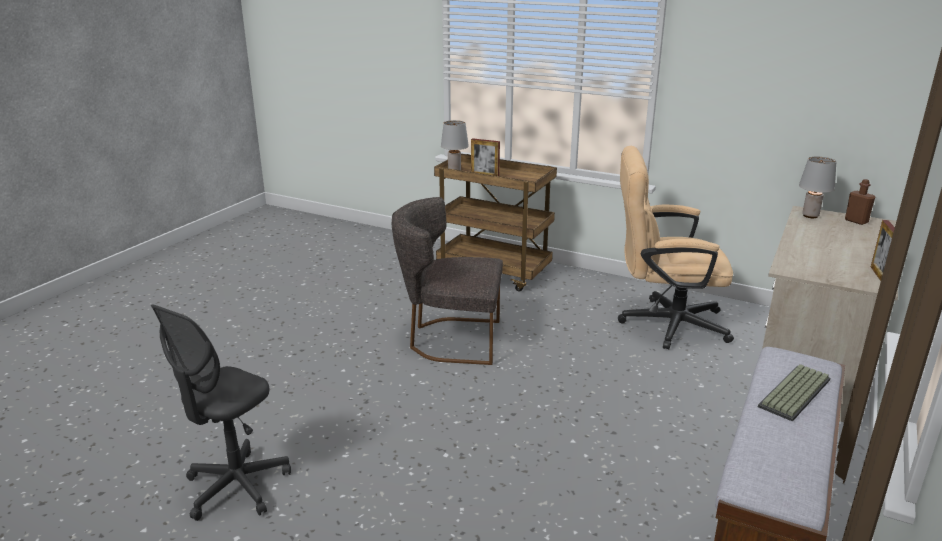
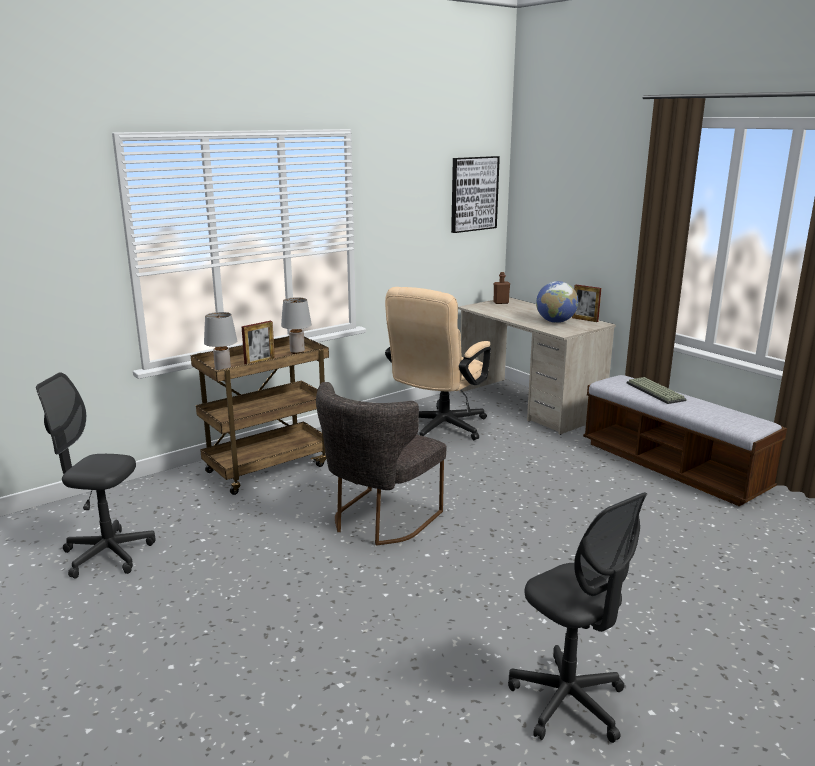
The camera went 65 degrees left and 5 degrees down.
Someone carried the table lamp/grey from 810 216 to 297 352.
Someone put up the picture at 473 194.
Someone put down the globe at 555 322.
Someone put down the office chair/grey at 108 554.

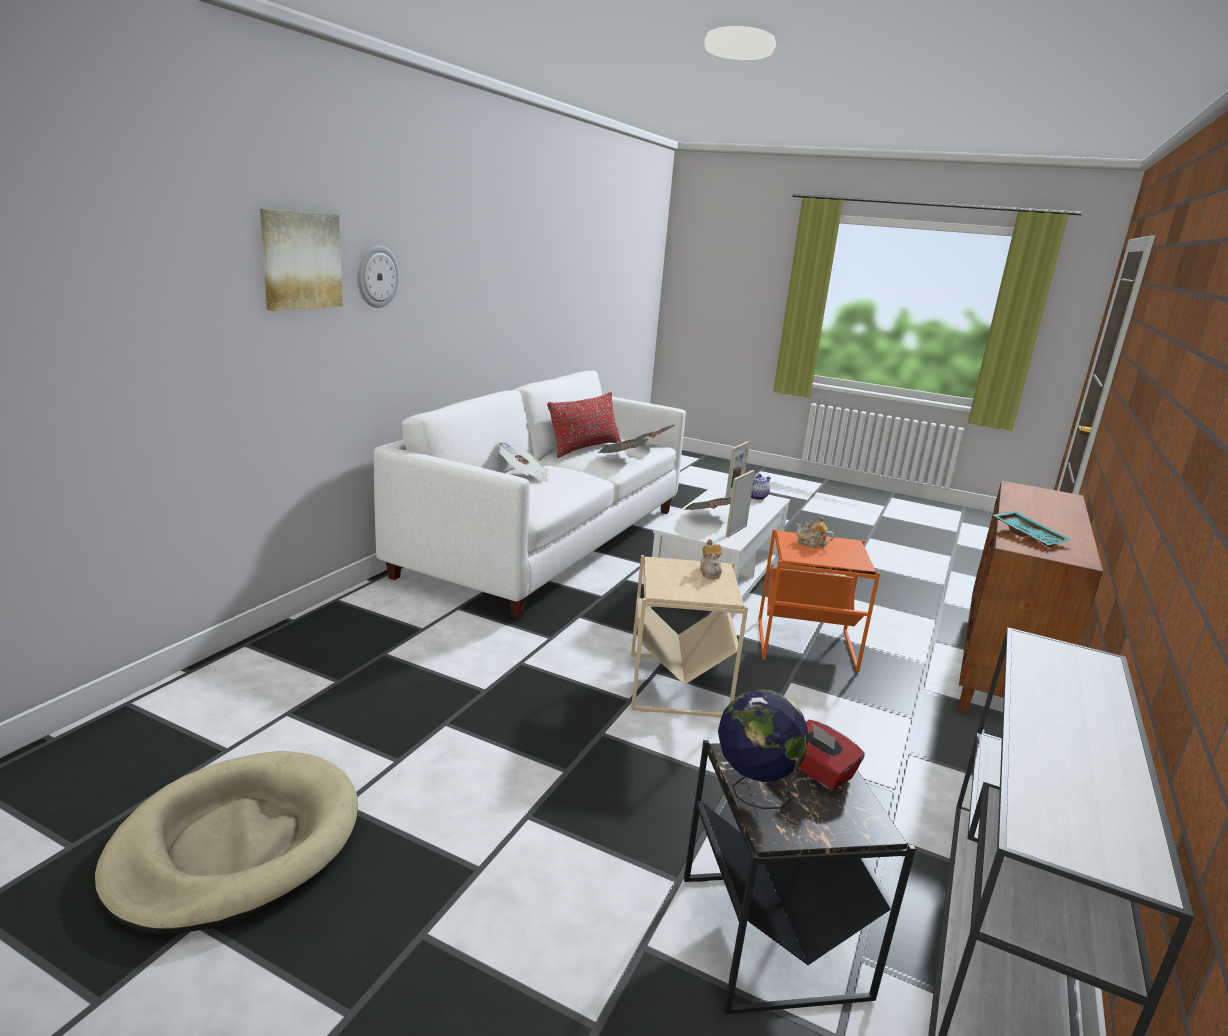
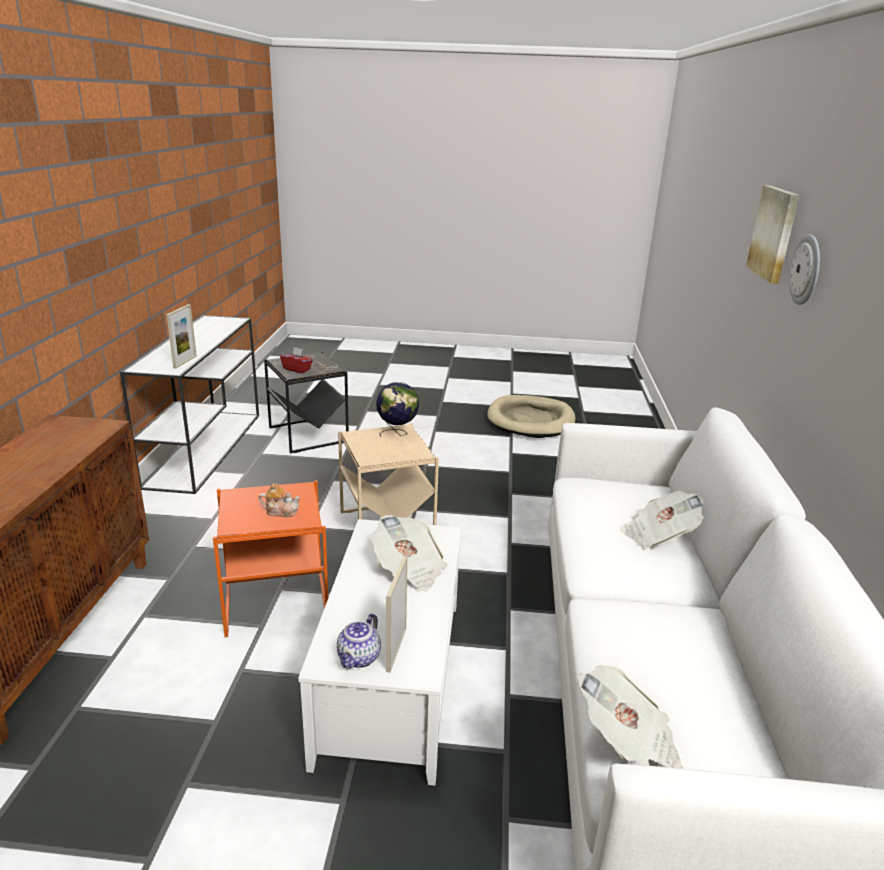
The camera went 160 degrees right and 5 degrees up.
Someone took away the pillow/red at 585 448.
Someone took away the newspaper at 621 459.
Someone carried the picture frame from 736 531 to 185 362.
Someone took away the tray/turquoise at 1029 536.
Someone took away the teapot at 710 572.
Someone carried the globe from 753 791 to 397 434.

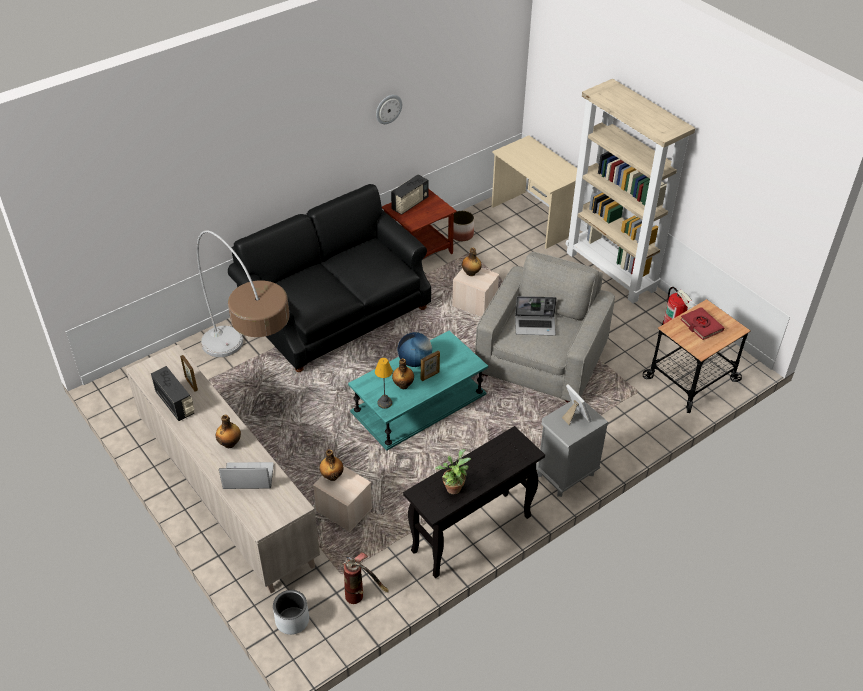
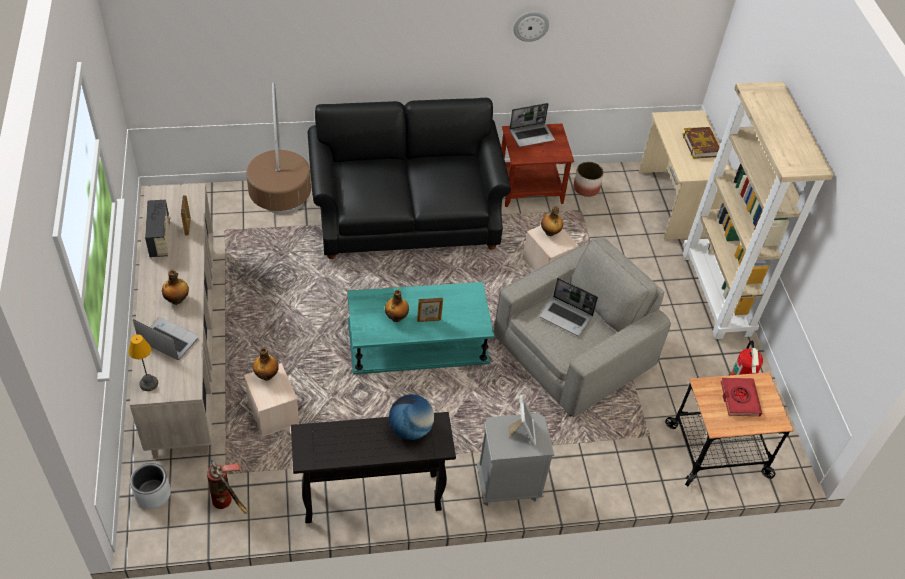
The camera went 25 degrees right and 5 degrees up.
Someone swapped the radio at 410 204 for the laptop at 532 135.
Someone carried the globe from 414 361 to 410 429.
Someone carried the table lamp from 385 402 to 149 383.
Someone took away the potted plant at 453 487.
Someone put down the book at 701 145.

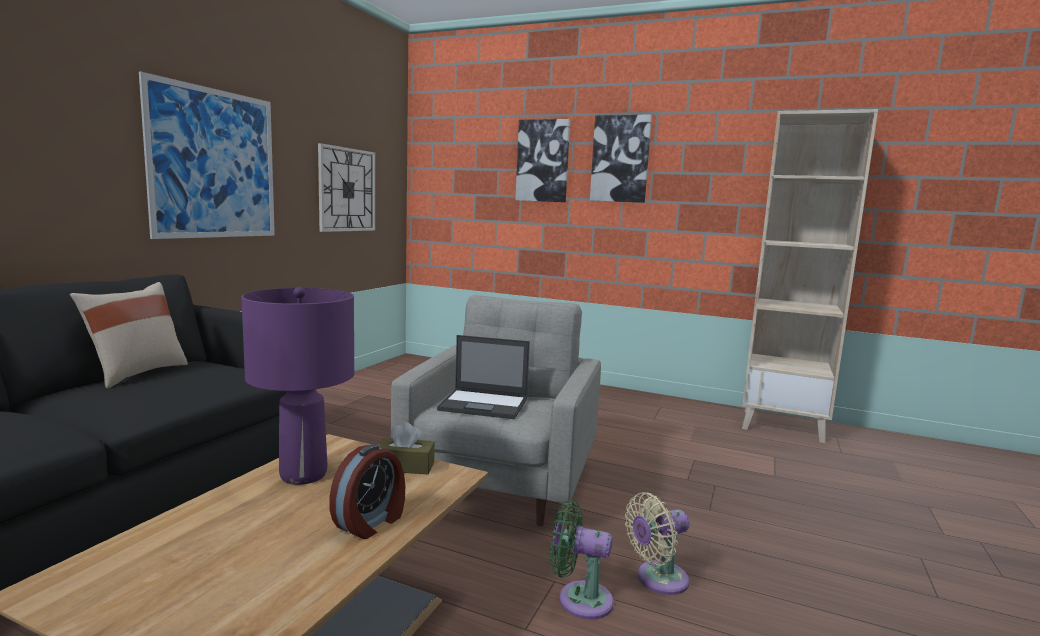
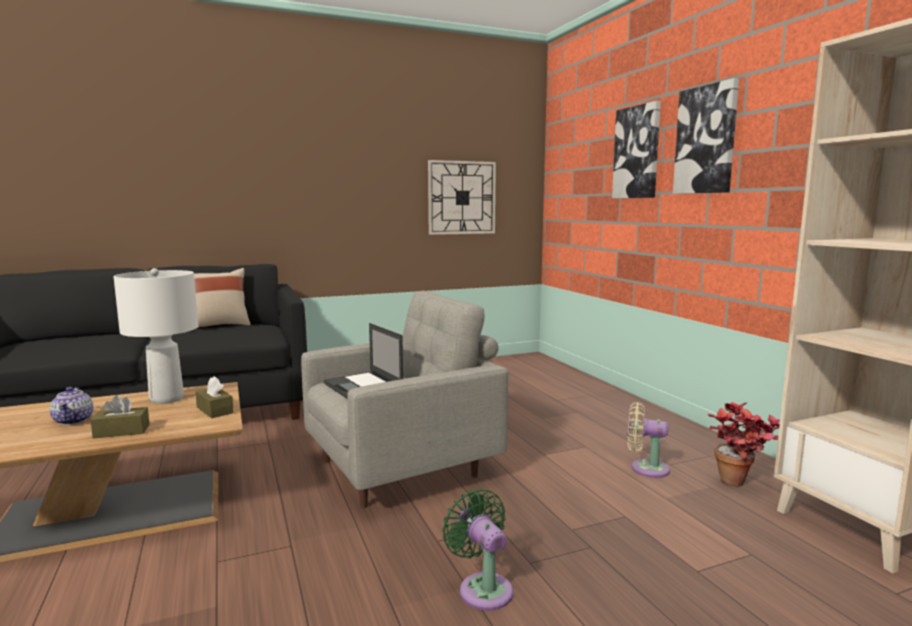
The camera went 45 degrees right and 0 degrees up.
Someone took away the picture at 214 164.
Someone repainted the table lamp/purple at 303 474, which became the table lamp/white at 167 399.
Someone swapped the alarm clock at 371 522 for the tissue box/brown at 121 431.
Someone carried the fan/beige from 657 580 to 645 468.
Someone carried the fan/green from 579 599 to 483 588.
Someone put down the teapot at 74 420.
Someone put down the potted plant at 740 485.

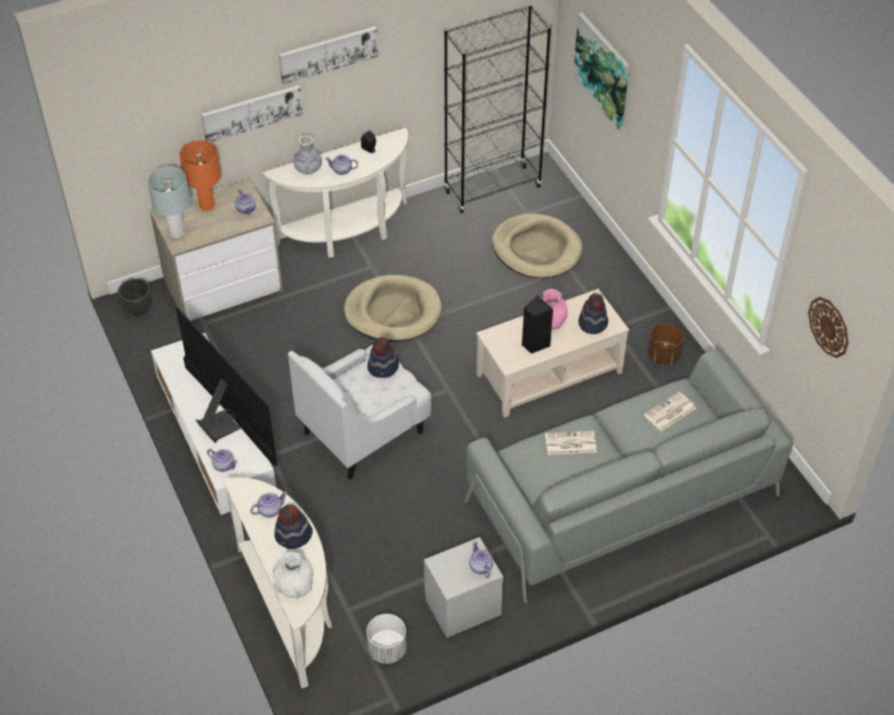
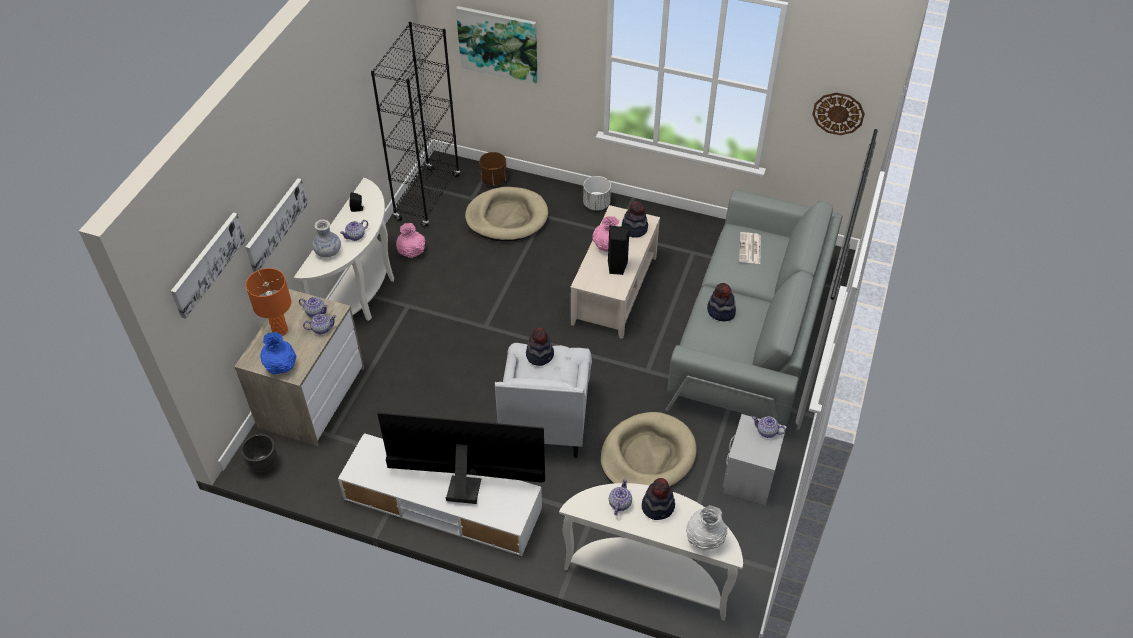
The camera went 45 degrees left and 0 degrees up.
Someone carried the picture from 328 54 to 207 263.
Someone swapped the table lamp/grey at 177 232 for the vase/blue at 281 366.
Someone carried the dog bed/beige from 393 312 to 647 456.
Someone carried the planter/brown from 663 356 to 493 180.
Someone swapped the newspaper at 570 443 for the hat at 720 311.
Someone carried the teapot from 223 465 to 321 329.
Someone carried the planter/white from 387 649 to 596 204.
Someone put down the vase/pink at 412 252.

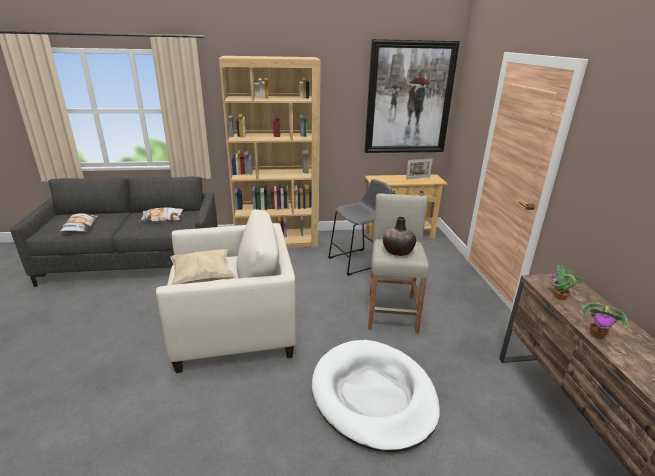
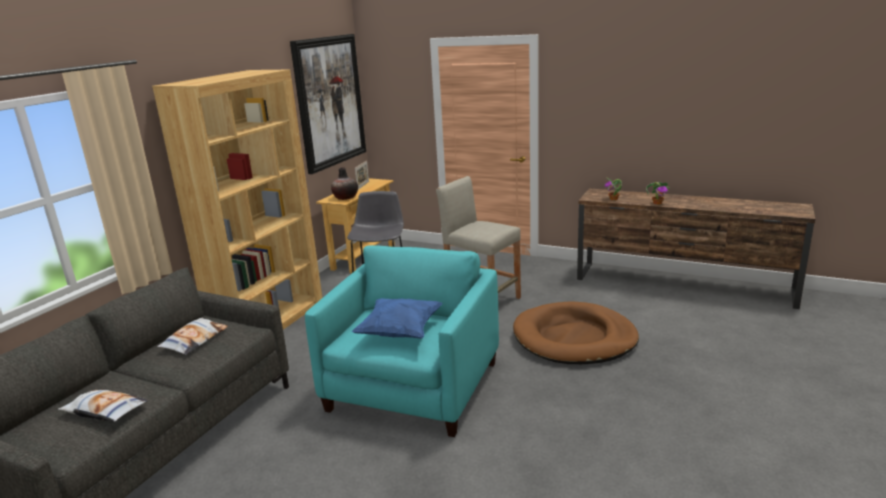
The camera went 55 degrees left and 5 degrees down.
Someone repainted the armchair/beige at 233 327, which became the armchair/turquoise at 413 386.
Someone carried the vase from 398 251 to 345 197.
Someone repainted the pillow/beige at 203 278, which became the pillow/blue at 400 332.
Someone repainted the dog bed/white at 373 396, which became the dog bed/brown at 574 338.

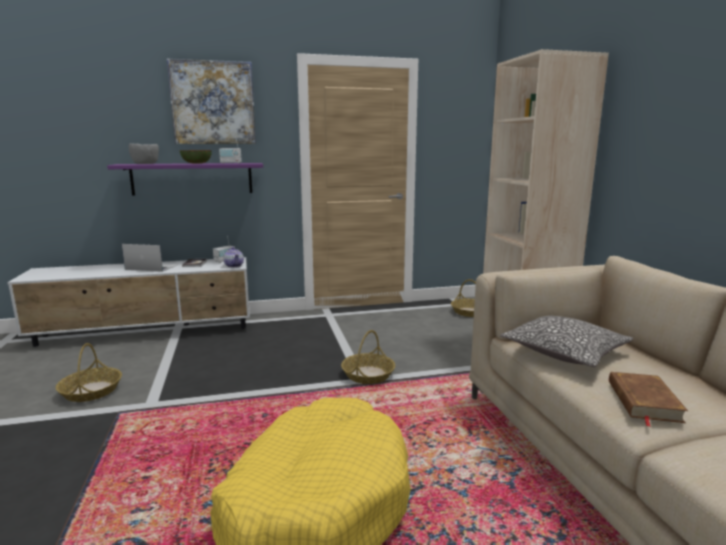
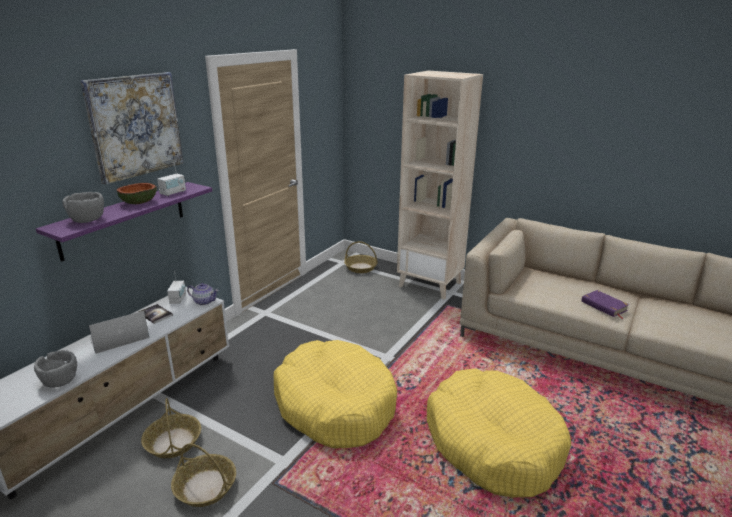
The camera went 45 degrees left and 10 degrees up.
Someone took away the pillow at 564 352.
Someone carried the basket from 368 375 to 173 442.
Someone repainted the book/brown at 643 401, which became the book/purple at 604 306.
Someone put down the dog bed/yellow at 335 405.
Someone put down the bowl/grey at 60 381.

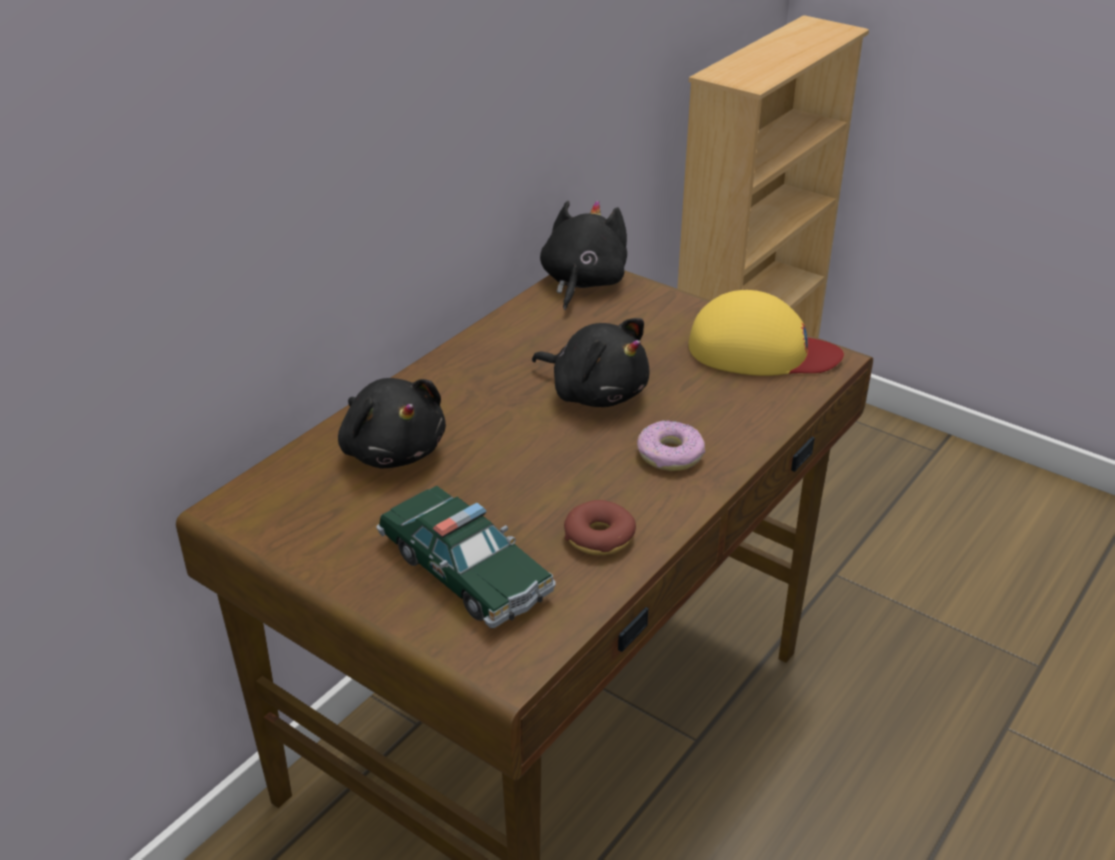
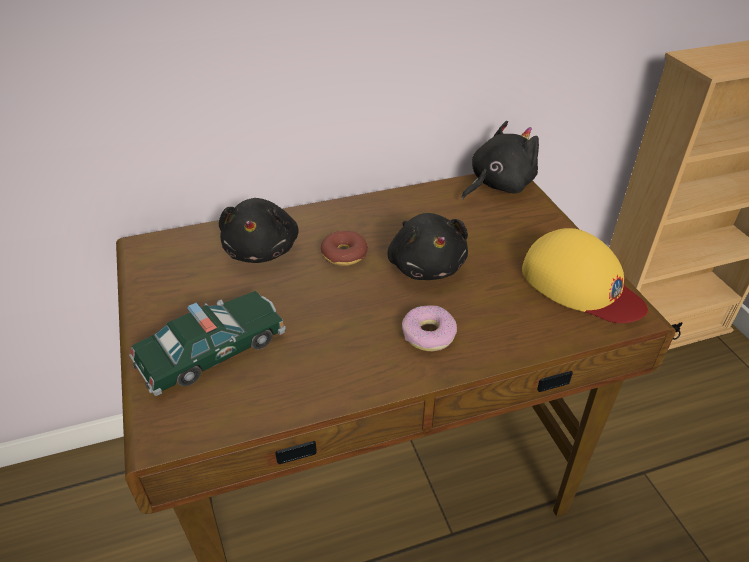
The camera went 35 degrees right and 5 degrees up.
Someone rotated the toy car at 465 571 by 120 degrees counterclockwise.
Someone carried the donut from 599 537 to 344 254.

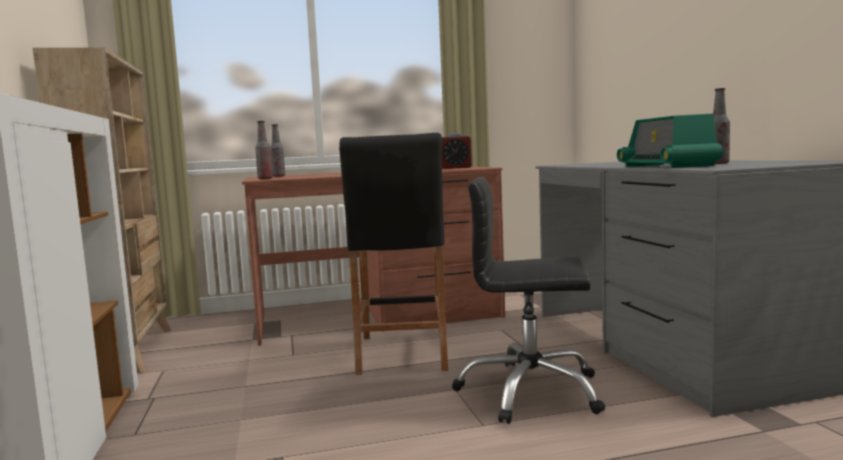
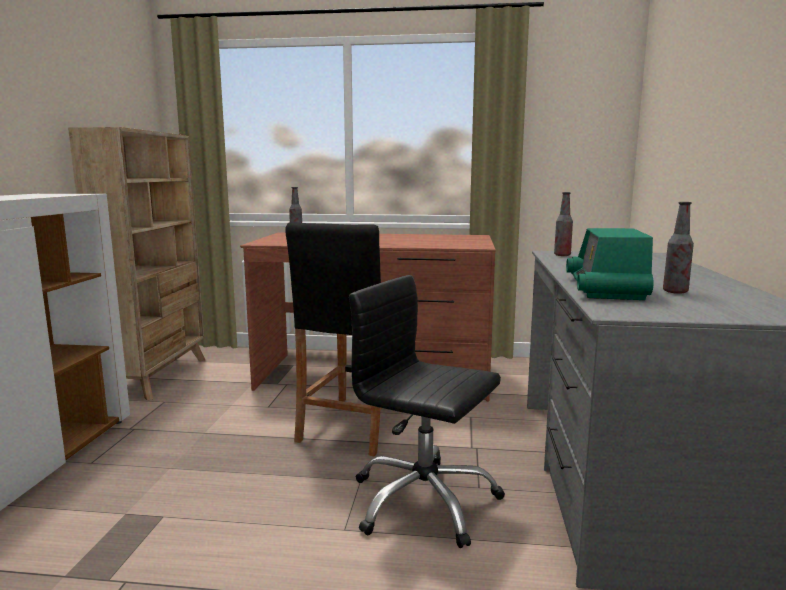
The camera went 20 degrees right and 5 degrees up.
Someone carried the bottle from 265 179 to 562 255.
Someone took away the alarm clock at 456 168.

